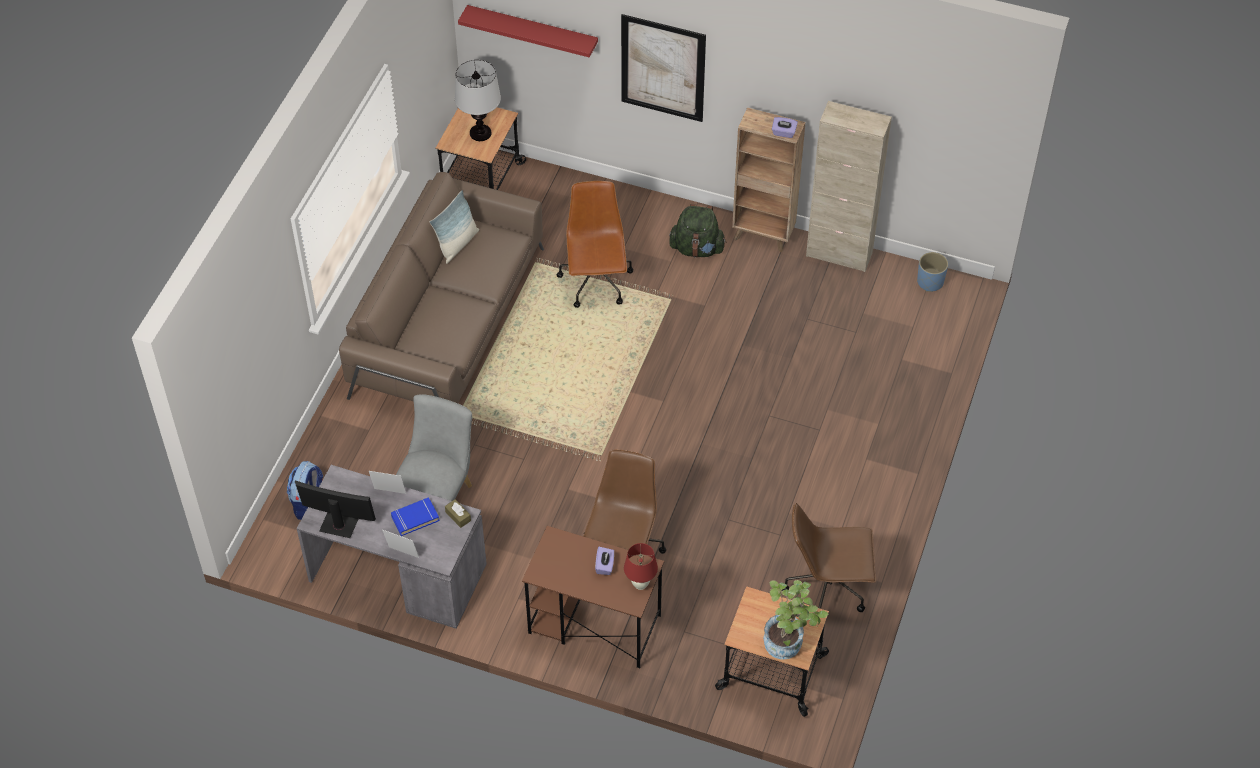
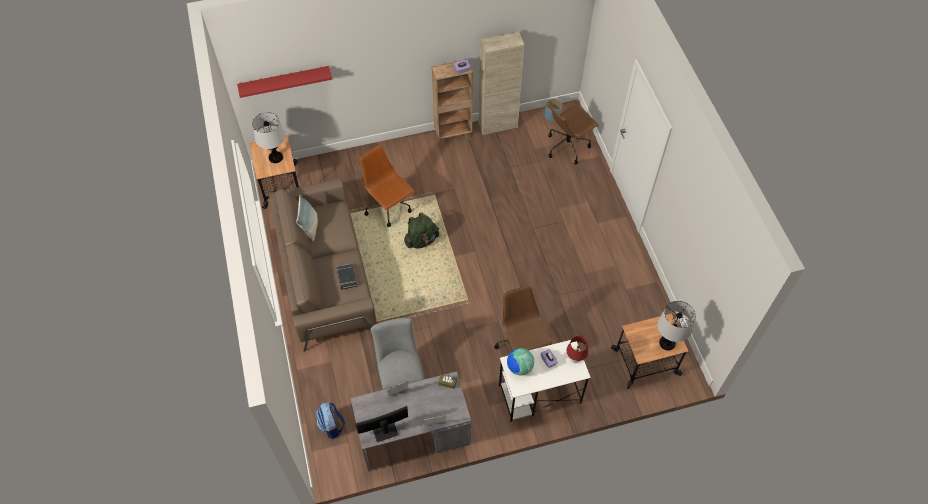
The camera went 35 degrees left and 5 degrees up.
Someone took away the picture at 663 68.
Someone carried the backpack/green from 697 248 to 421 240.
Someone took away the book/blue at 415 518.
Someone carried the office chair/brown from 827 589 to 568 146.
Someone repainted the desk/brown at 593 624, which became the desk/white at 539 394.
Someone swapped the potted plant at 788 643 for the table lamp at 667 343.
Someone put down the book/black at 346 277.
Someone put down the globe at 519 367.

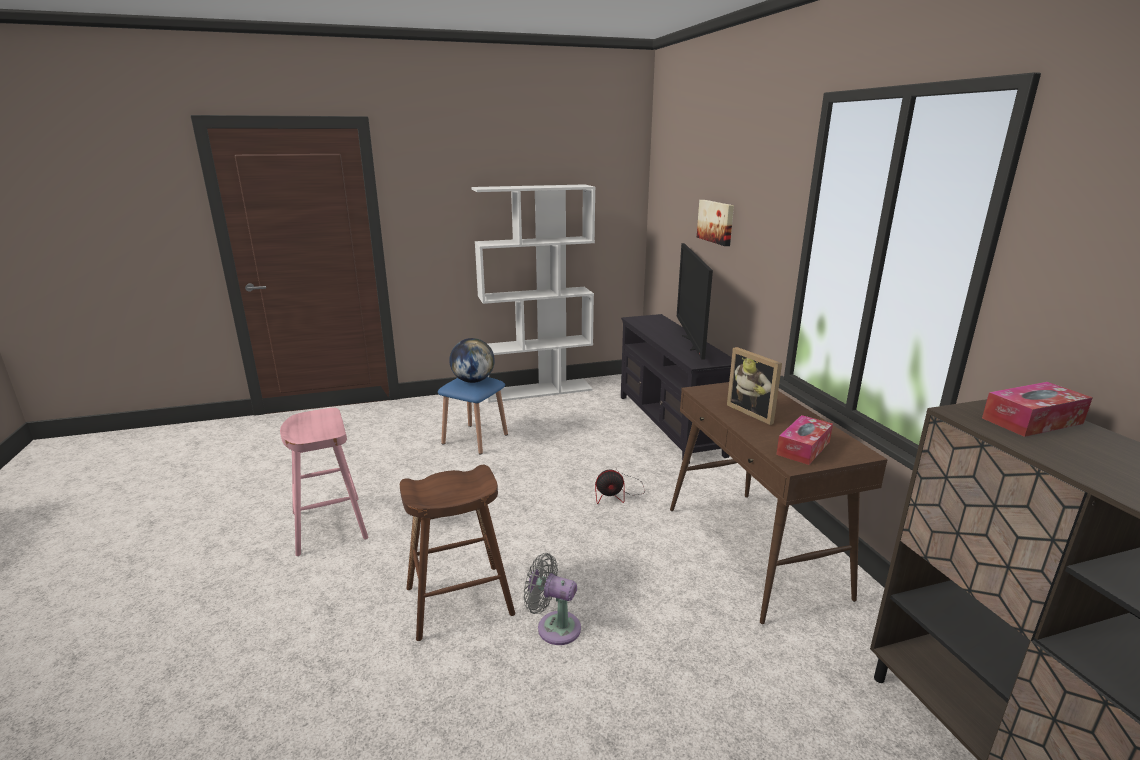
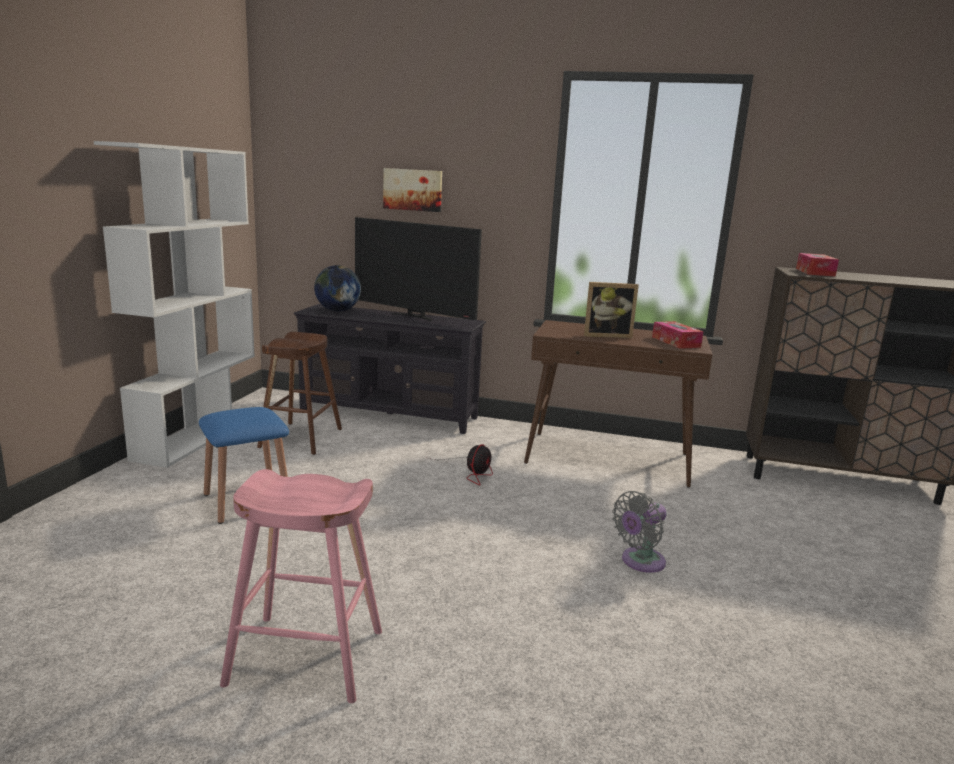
The camera went 60 degrees left and 5 degrees down.
Someone carried the globe from 473 381 to 337 311.
Someone carried the stool/brown from 460 601 to 301 438.

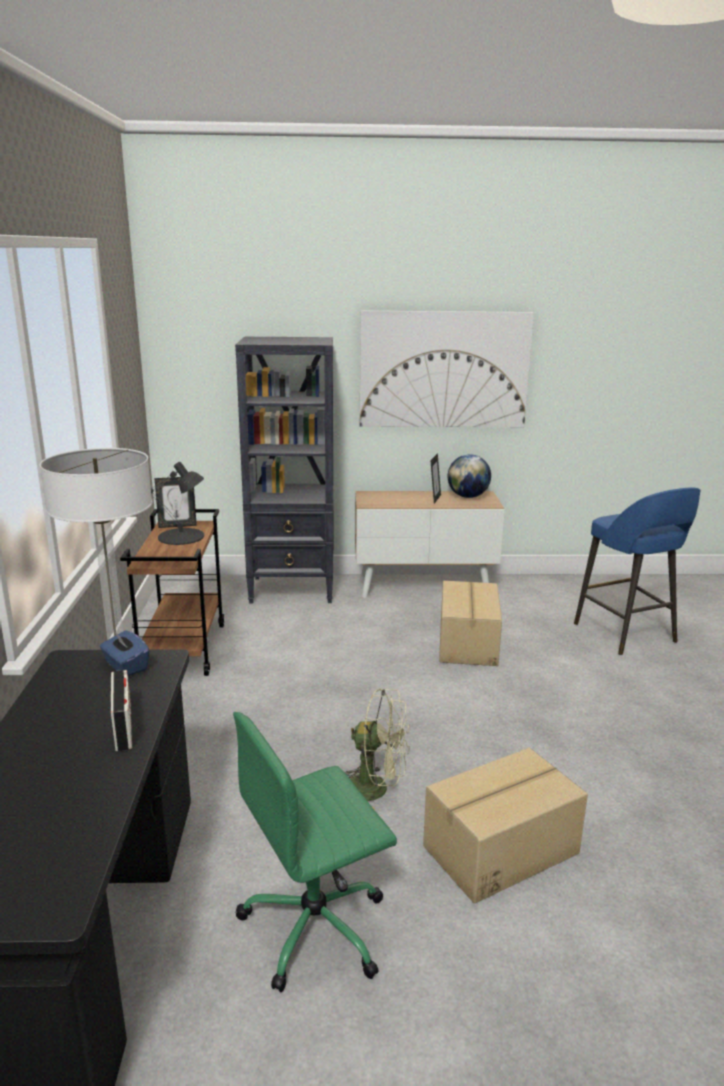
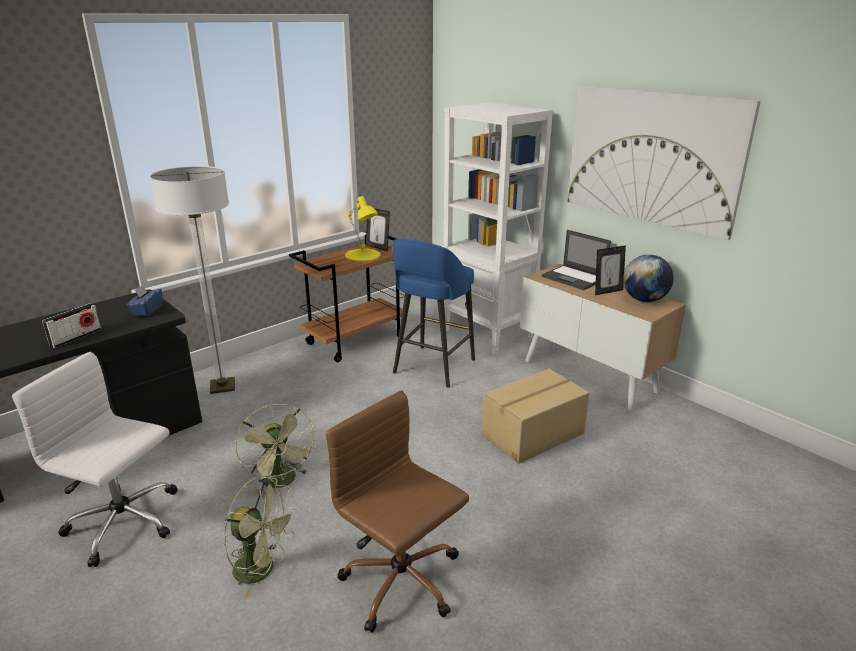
The camera went 50 degrees right and 5 degrees up.
Someone repainted the bookcase/black at 293 590, which became the bookcase/white at 488 333.
Someone repainted the table lamp/black at 182 536, which became the table lamp/yellow at 362 255.
Someone carried the stool/blue from 626 634 to 432 367.
Someone repainted the office chair/green at 317 926, which became the office chair/white at 125 523.
Someone swapped the cardboard box at 499 849 for the fan/green at 263 569.
Someone put down the laptop at 574 278.
Someone put down the office chair/brown at 402 583.

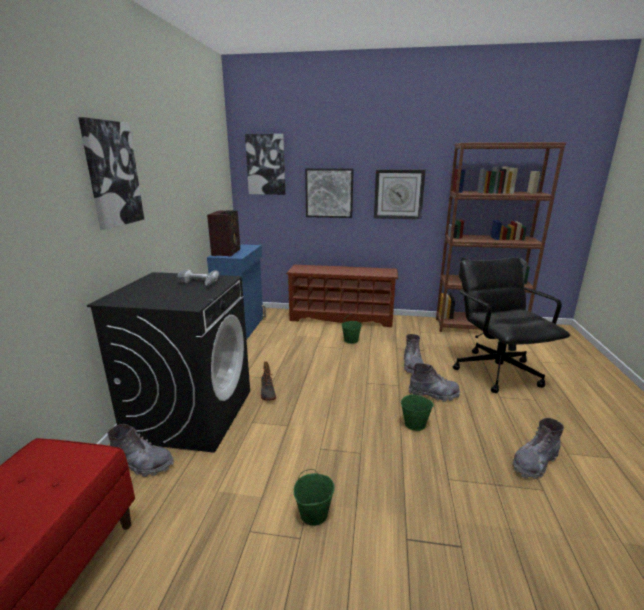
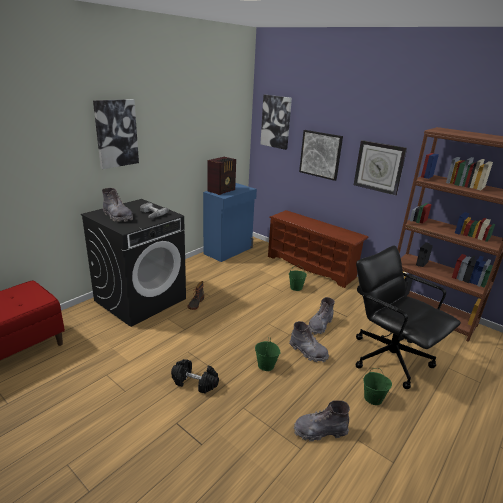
The camera went 30 degrees right and 5 degrees up.
Someone rotated the office chair/black at 497 371 by 60 degrees counterclockwise.
Someone carried the boot/grey from 142 465 to 117 217.
Someone carried the bucket/green from 313 514 to 373 398.
Someone put down the dumbbell/black at 195 382.

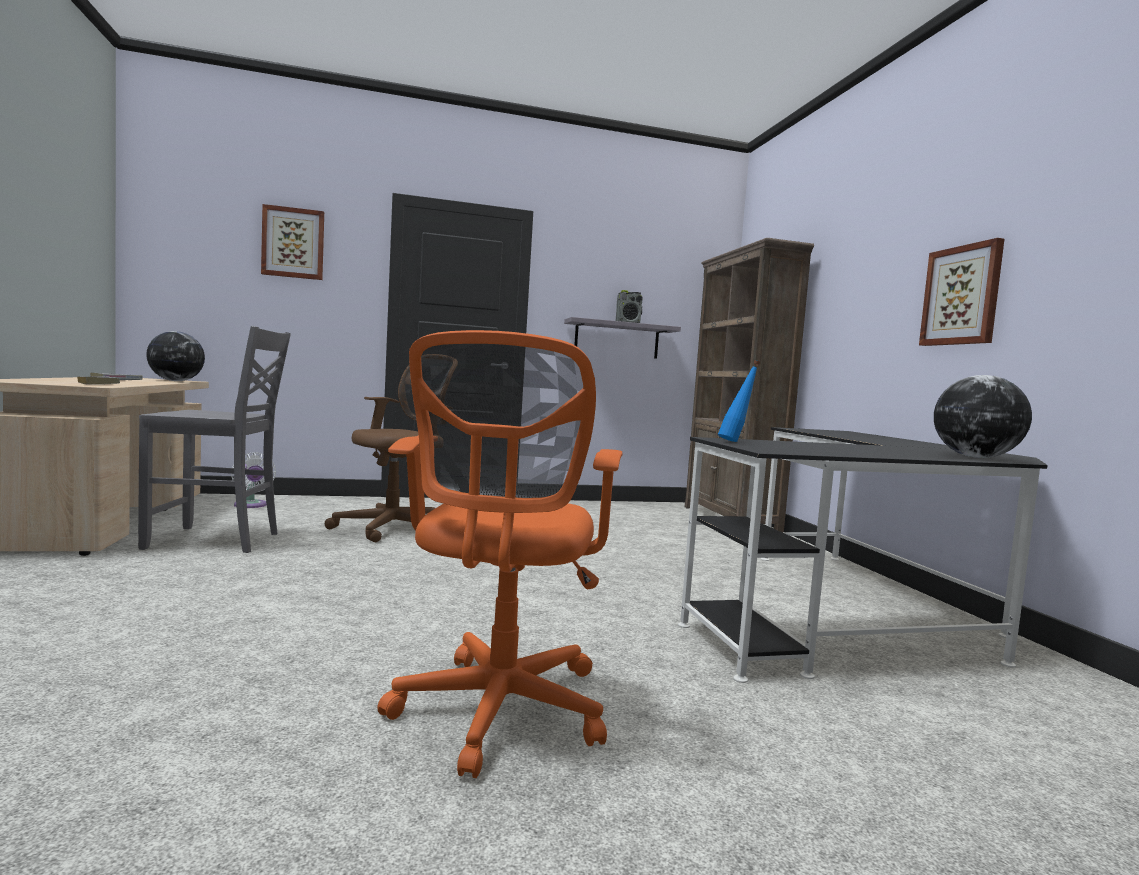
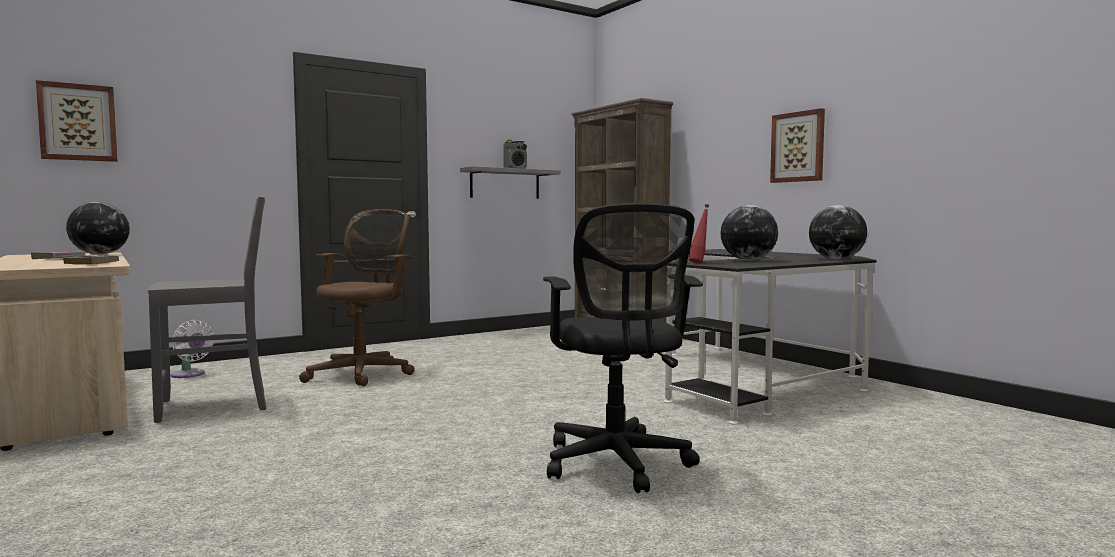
The camera went 20 degrees left and 0 degrees up.
Someone carried the picture from 293 243 to 78 122.
Someone repainted the office chair/orange at 498 714, which became the office chair/black at 617 464.
Someone repainted the bottle/blue at 736 441, which became the bottle/red at 699 263.
Someone put down the globe at 748 260.

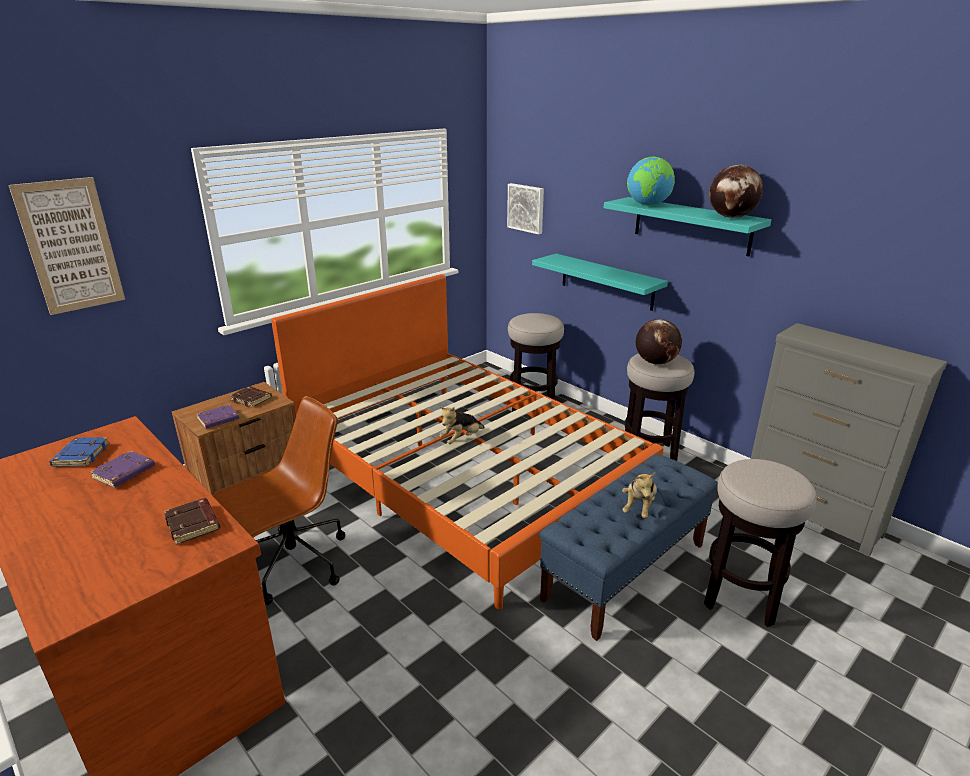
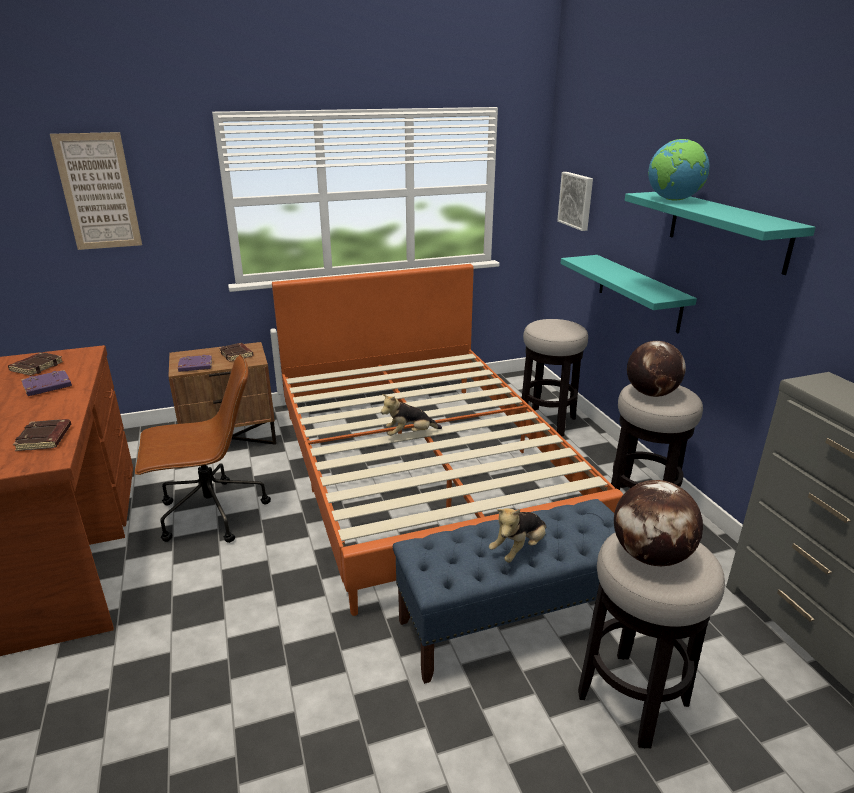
The camera went 25 degrees right and 0 degrees up.
Someone carried the globe from 731 217 to 651 556.
Someone repainted the book/blue at 81 455, which became the book/brown at 37 367.

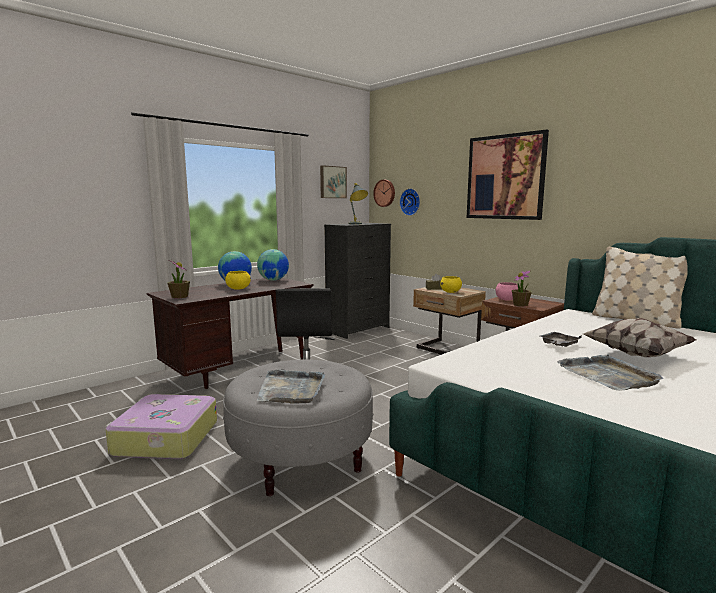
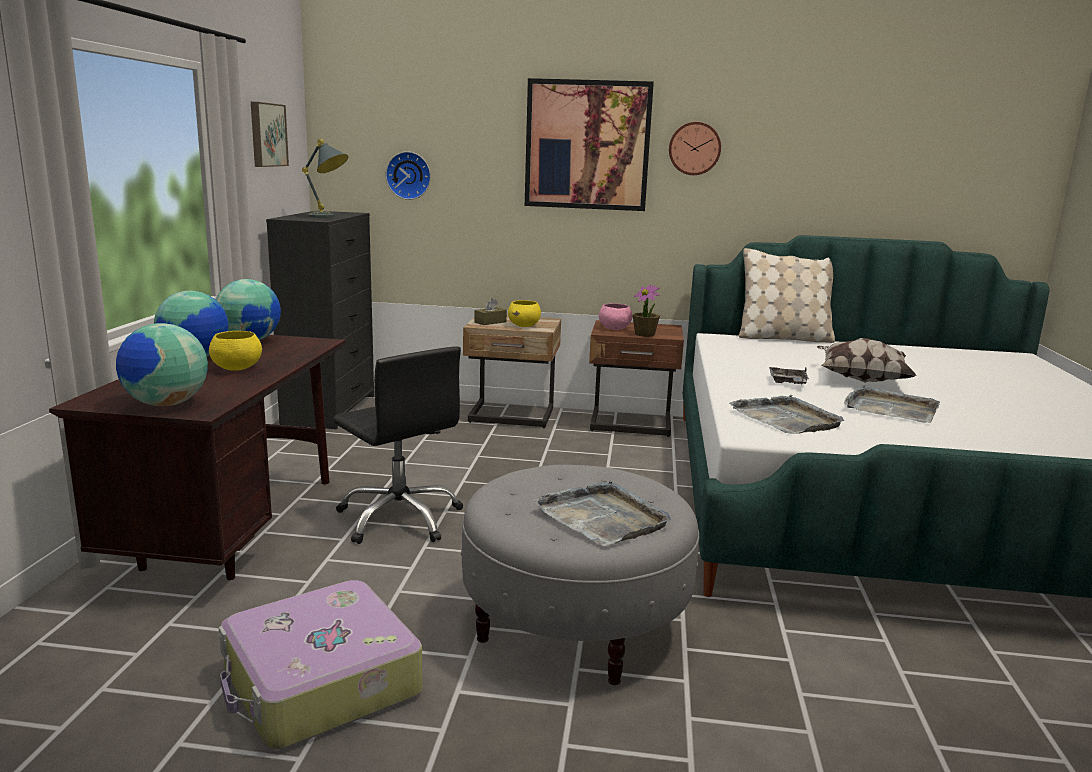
The camera went 40 degrees left and 5 degrees up.
Someone carried the wall clock from 385 193 to 694 148.
Someone swapped the potted plant at 179 296 for the globe at 165 404.
Someone put down the tray/grey at 786 419.

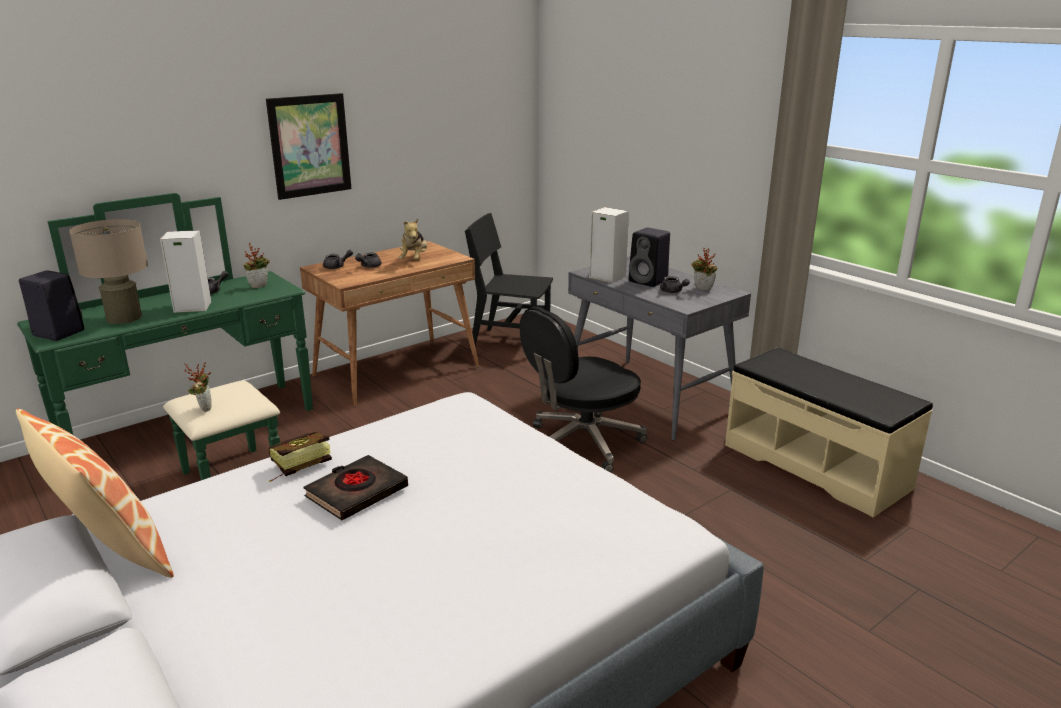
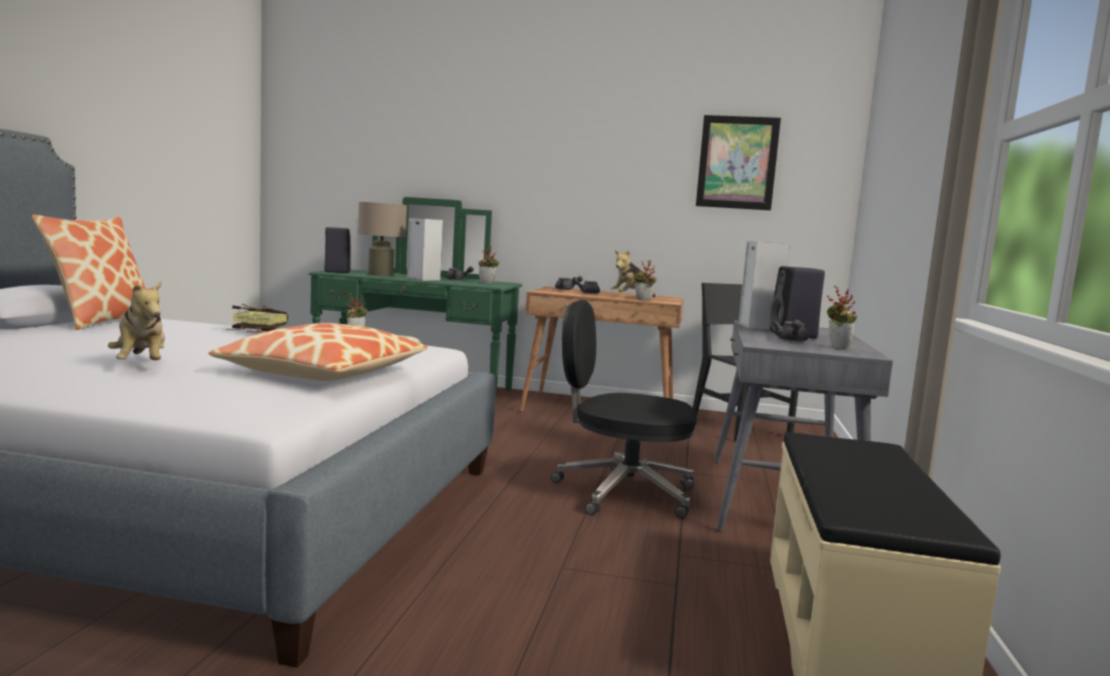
The camera went 50 degrees right and 15 degrees down.
Someone carried the picture from 310 145 to 737 162.
Someone took away the book/black at 356 492.
Someone put down the potted plant at 643 300.
Someone put down the plush toy at 141 364.
Someone put down the pillow at 324 373.

